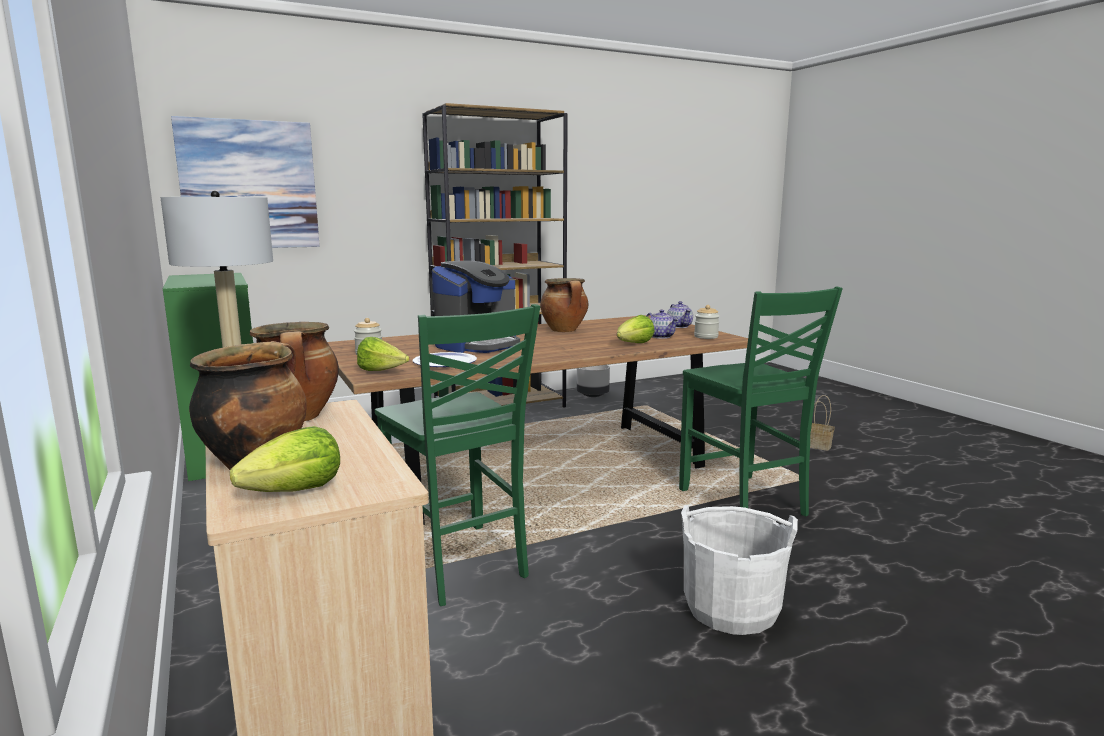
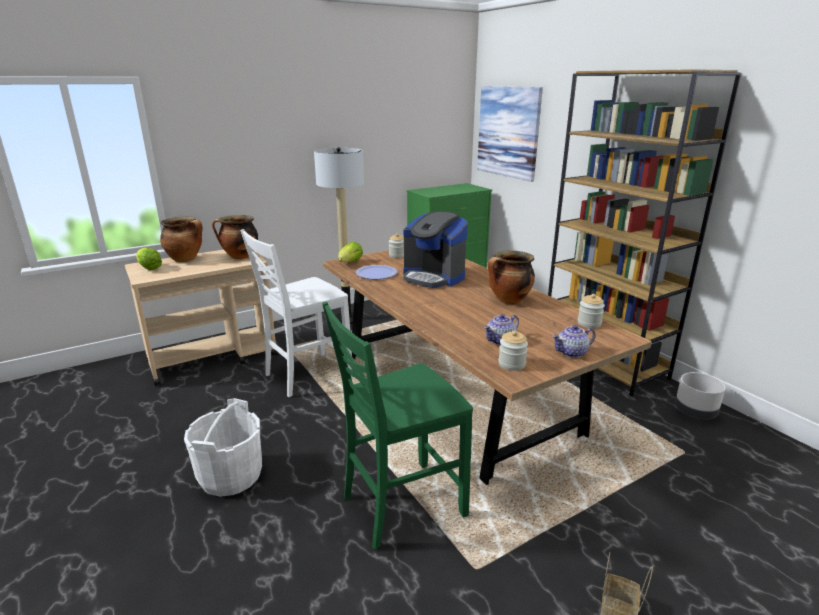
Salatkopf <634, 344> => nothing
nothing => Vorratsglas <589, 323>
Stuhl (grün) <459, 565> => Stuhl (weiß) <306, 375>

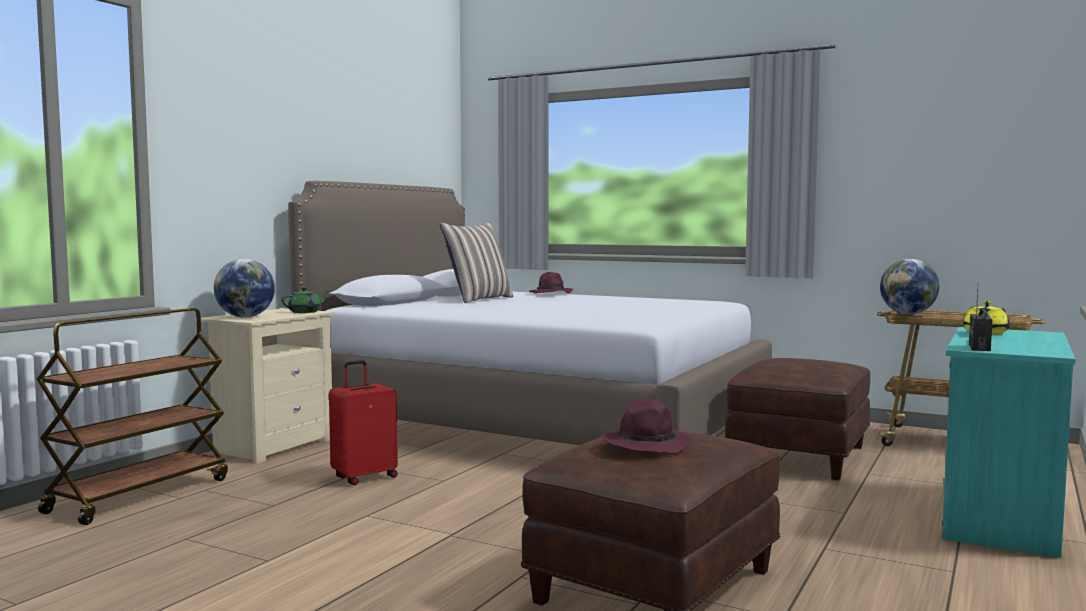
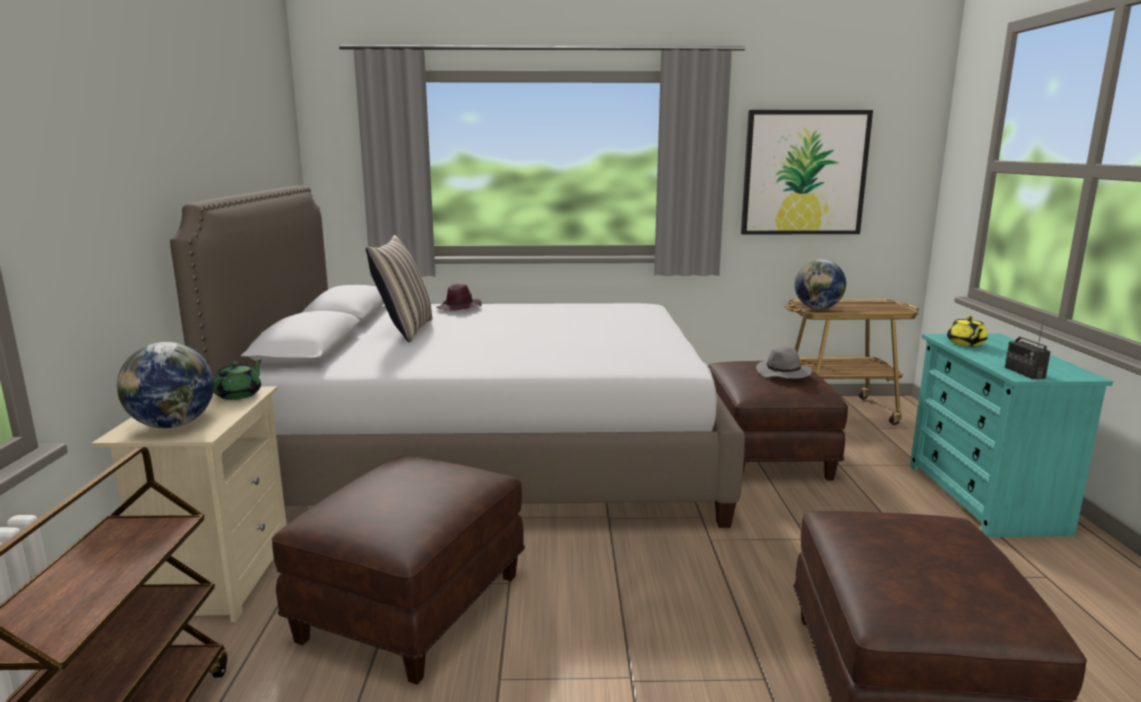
Hut (lila) <646, 444> => nothing
nothing => Bild <804, 173>
nothing => Hut (grau) <783, 373>
Koffer (rot) <364, 477> => Polsterhocker (braun) <412, 605>

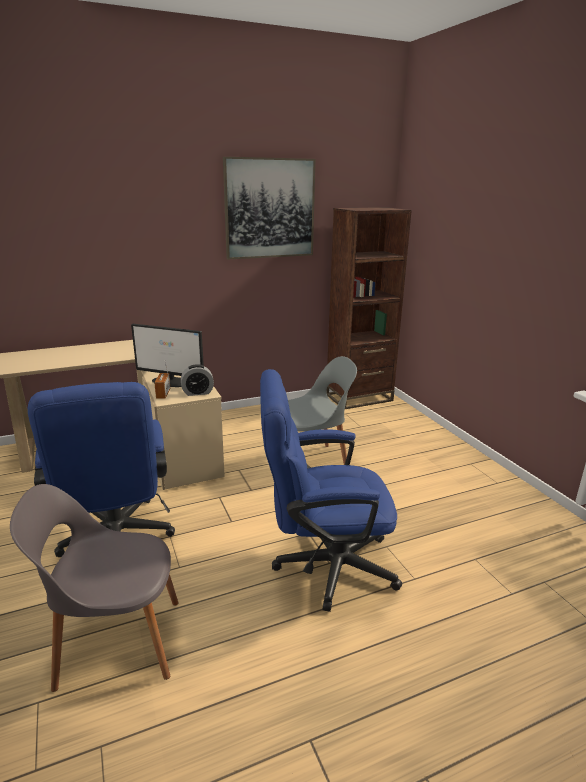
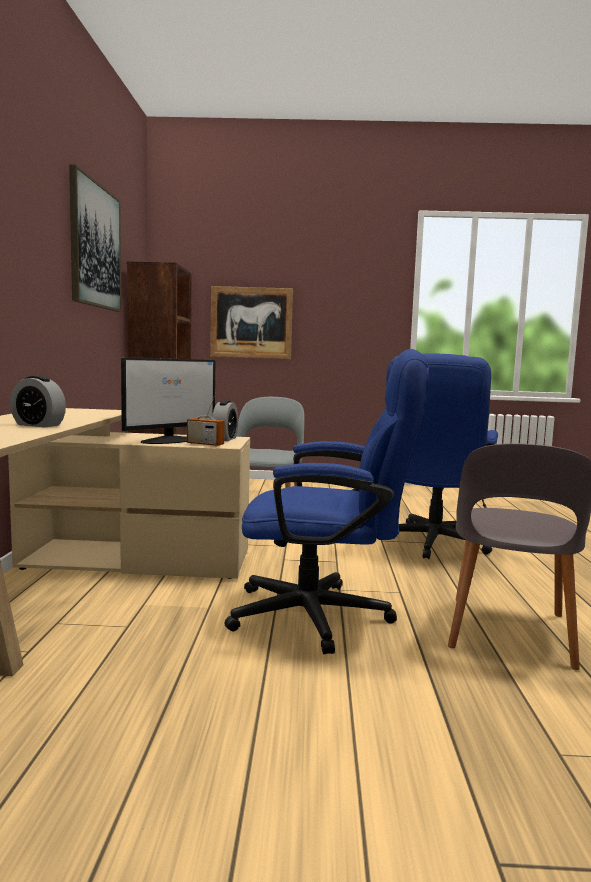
nothing => Wecker <38, 425>
nothing => Bild <251, 323>

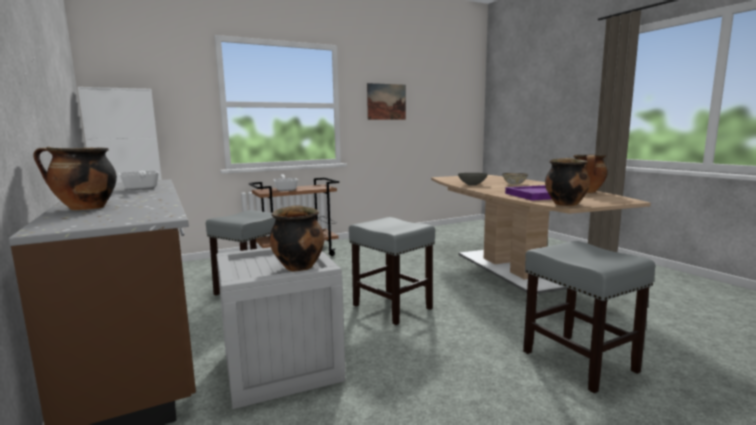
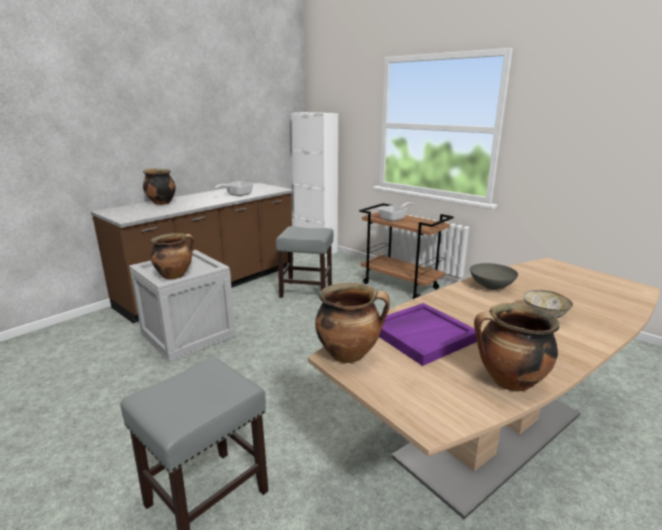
Hocker (grau) <391, 306> => nothing
Bild <386, 102> => nothing

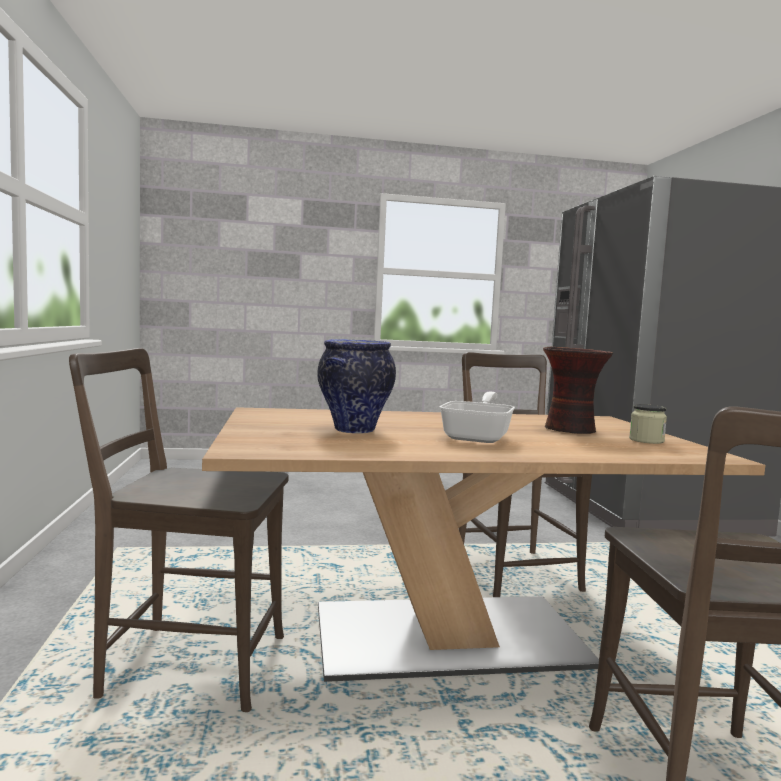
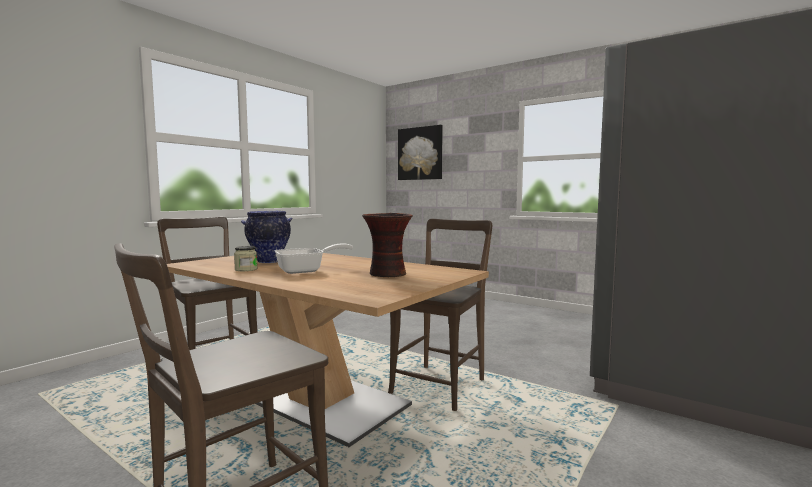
nothing => Bild <420, 153>
Vorratsglas <646, 440> => Vorratsglas <246, 269>, moved

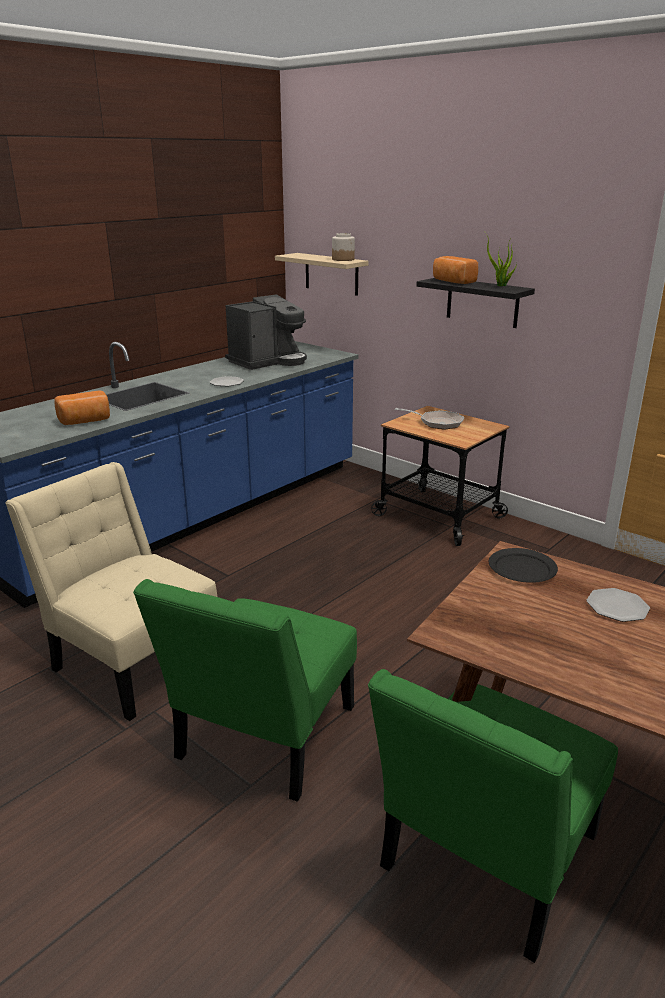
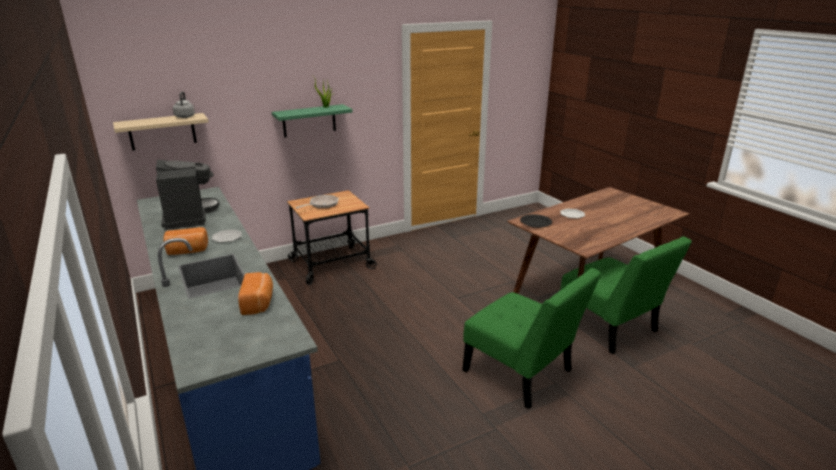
Stuhl (beige) <131, 660> => nothing
Brot <452, 281> => Brot <187, 251>, moved
Vorratsglas <343, 259> => Wasserkessel (grau) <185, 116>
Wandregal (schwarz) <482, 302> => Wandregal (grün) <309, 121>

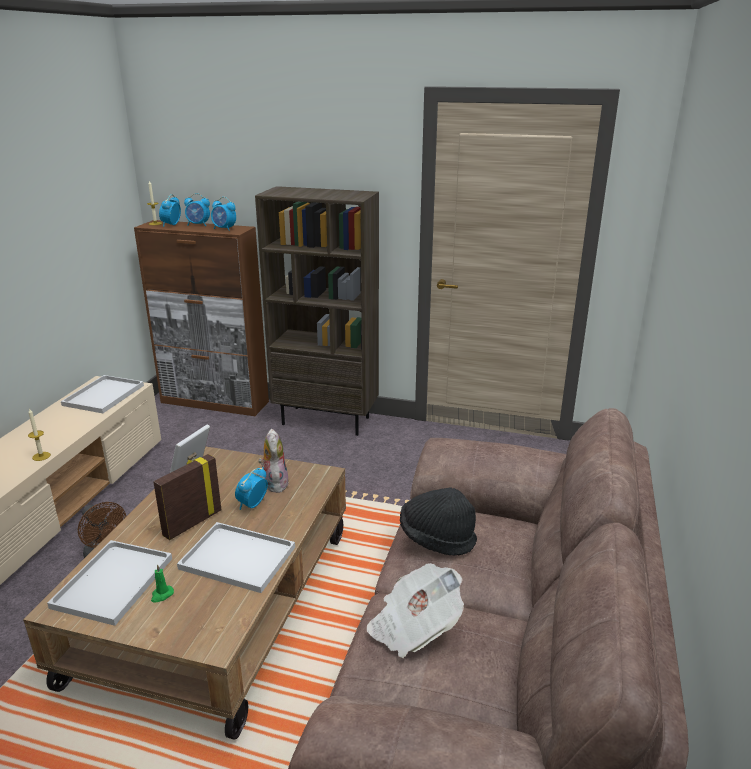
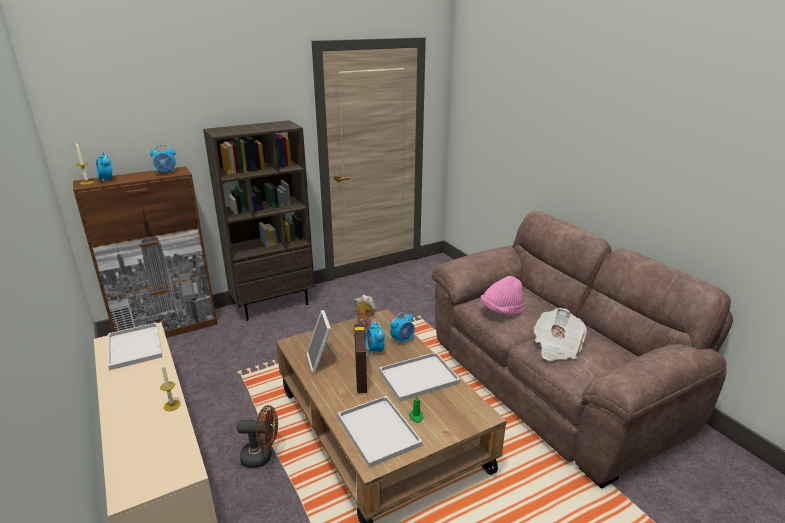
Wecker <198, 225> => Wecker <402, 340>, moved
Hut (schwarz) <436, 538> => Hut (rosa) <501, 310>

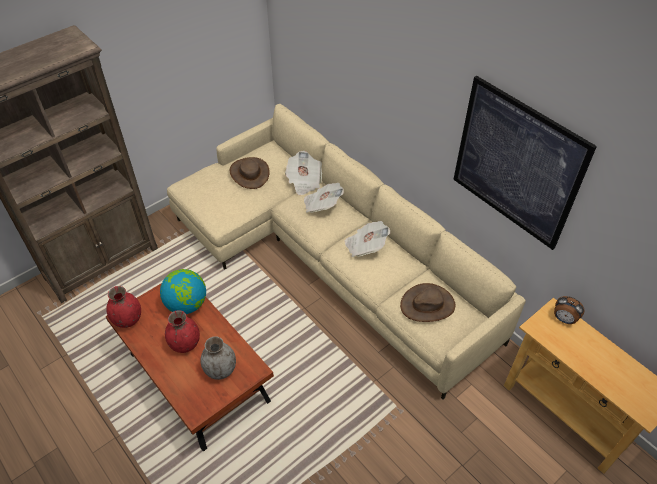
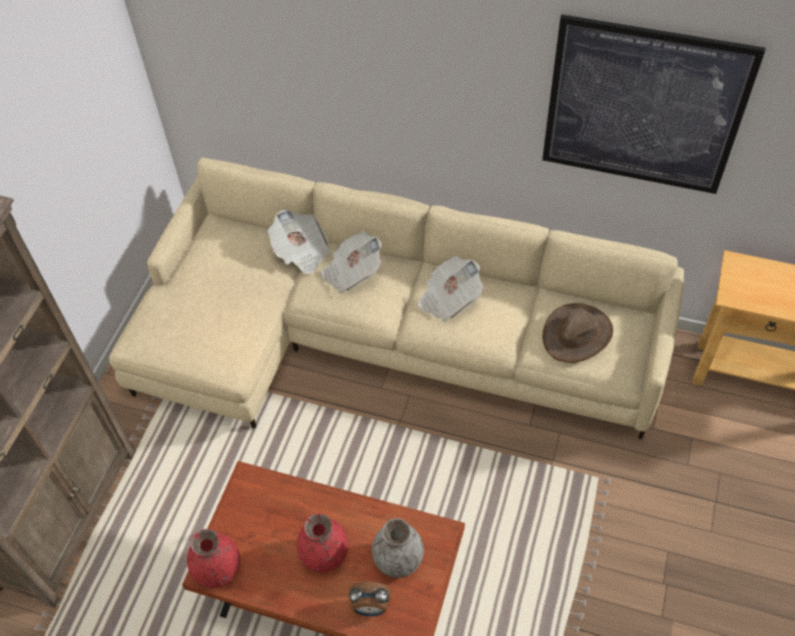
Globus <187, 304> => nothing
Hut (braun) <249, 173> => nothing
Wecker <563, 319> => Wecker <370, 607>, moved

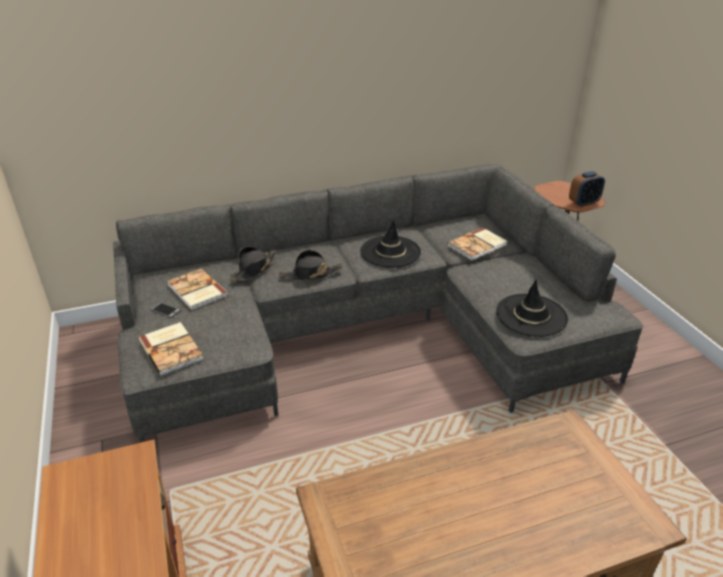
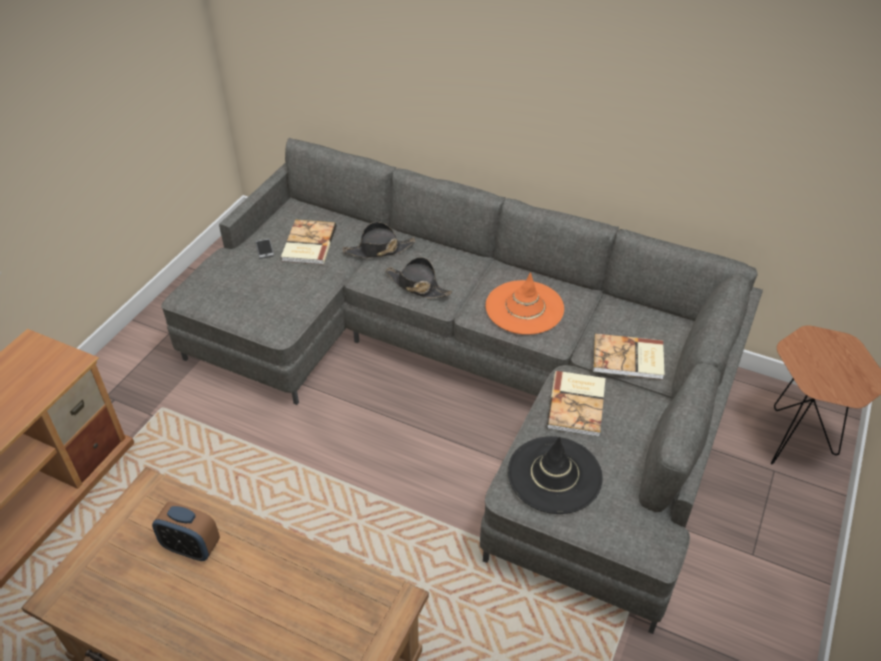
Buch <172, 349> => Buch <578, 405>, moved
Wecker <583, 203> => Wecker <191, 547>, moved
Hut (schwarz) <390, 252> => Hut (orange) <524, 307>

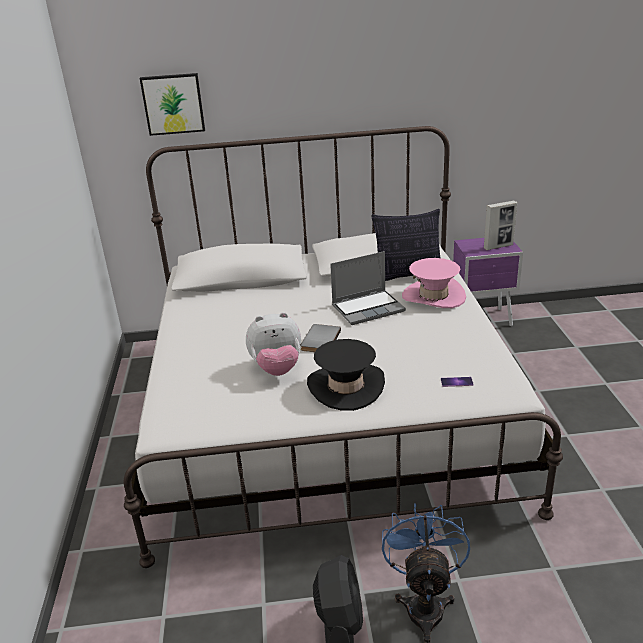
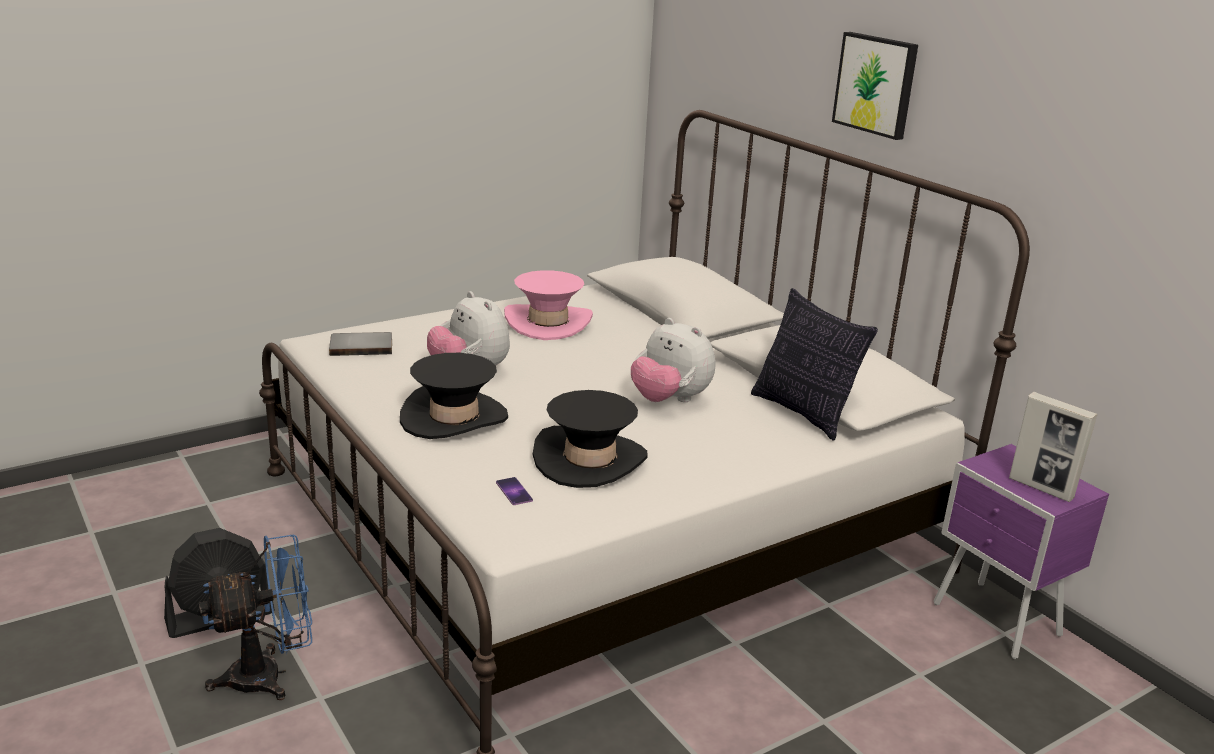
nothing => Hut (schwarz) <590, 460>
Bild <173, 104> => Bild <876, 84>, moved
Buch (grau) <319, 340> => Buch (grau) <361, 346>, moved
Hut (rosa) <433, 296> => Hut (rosa) <548, 323>, moved
Laptop <368, 308> => Plüschtier <669, 400>

